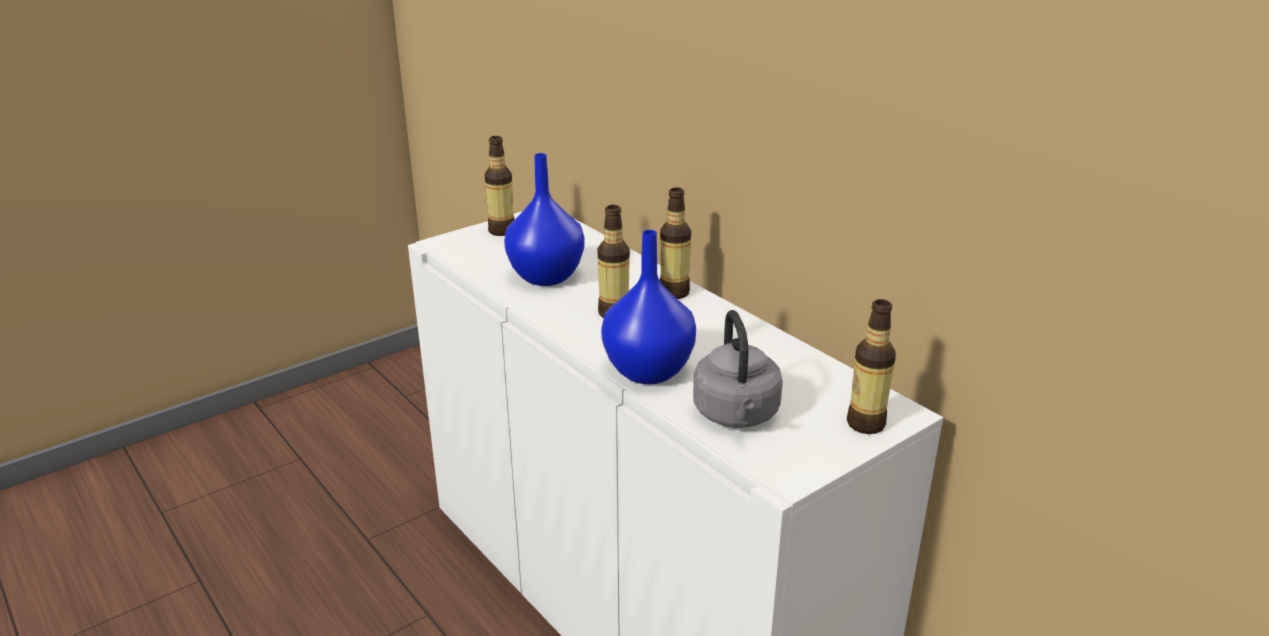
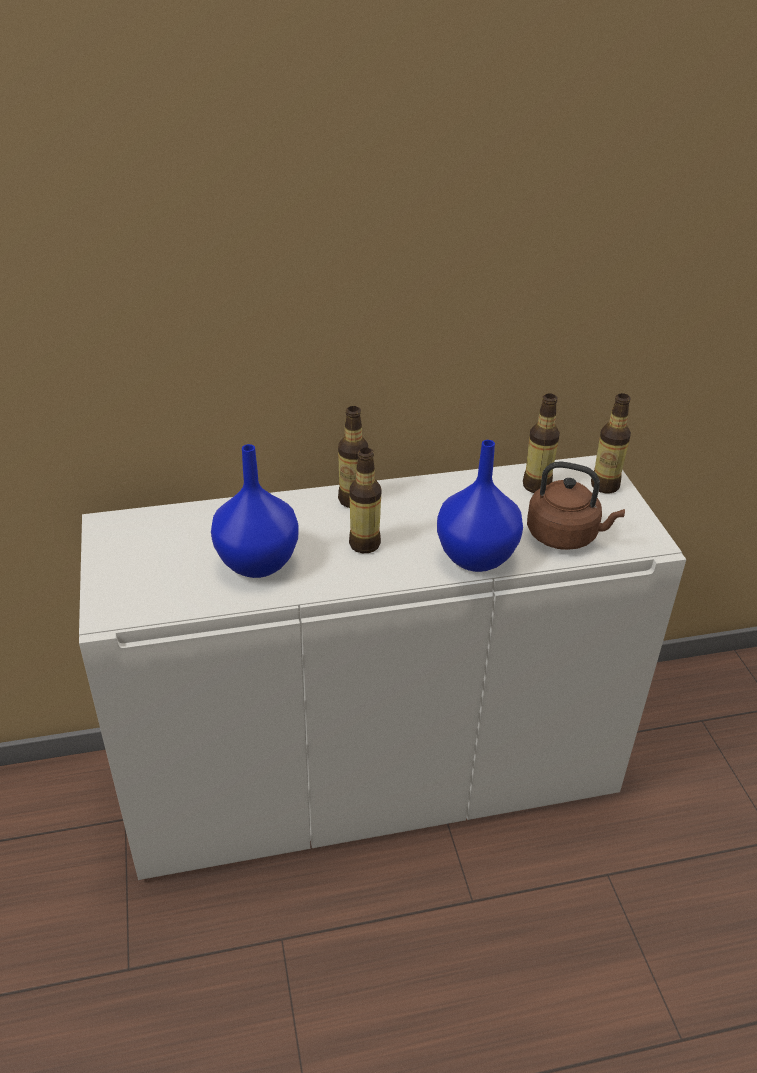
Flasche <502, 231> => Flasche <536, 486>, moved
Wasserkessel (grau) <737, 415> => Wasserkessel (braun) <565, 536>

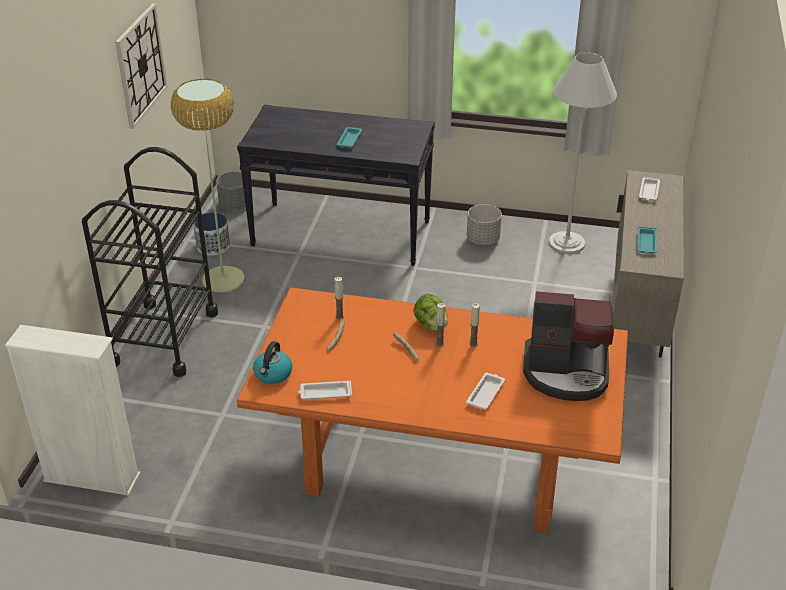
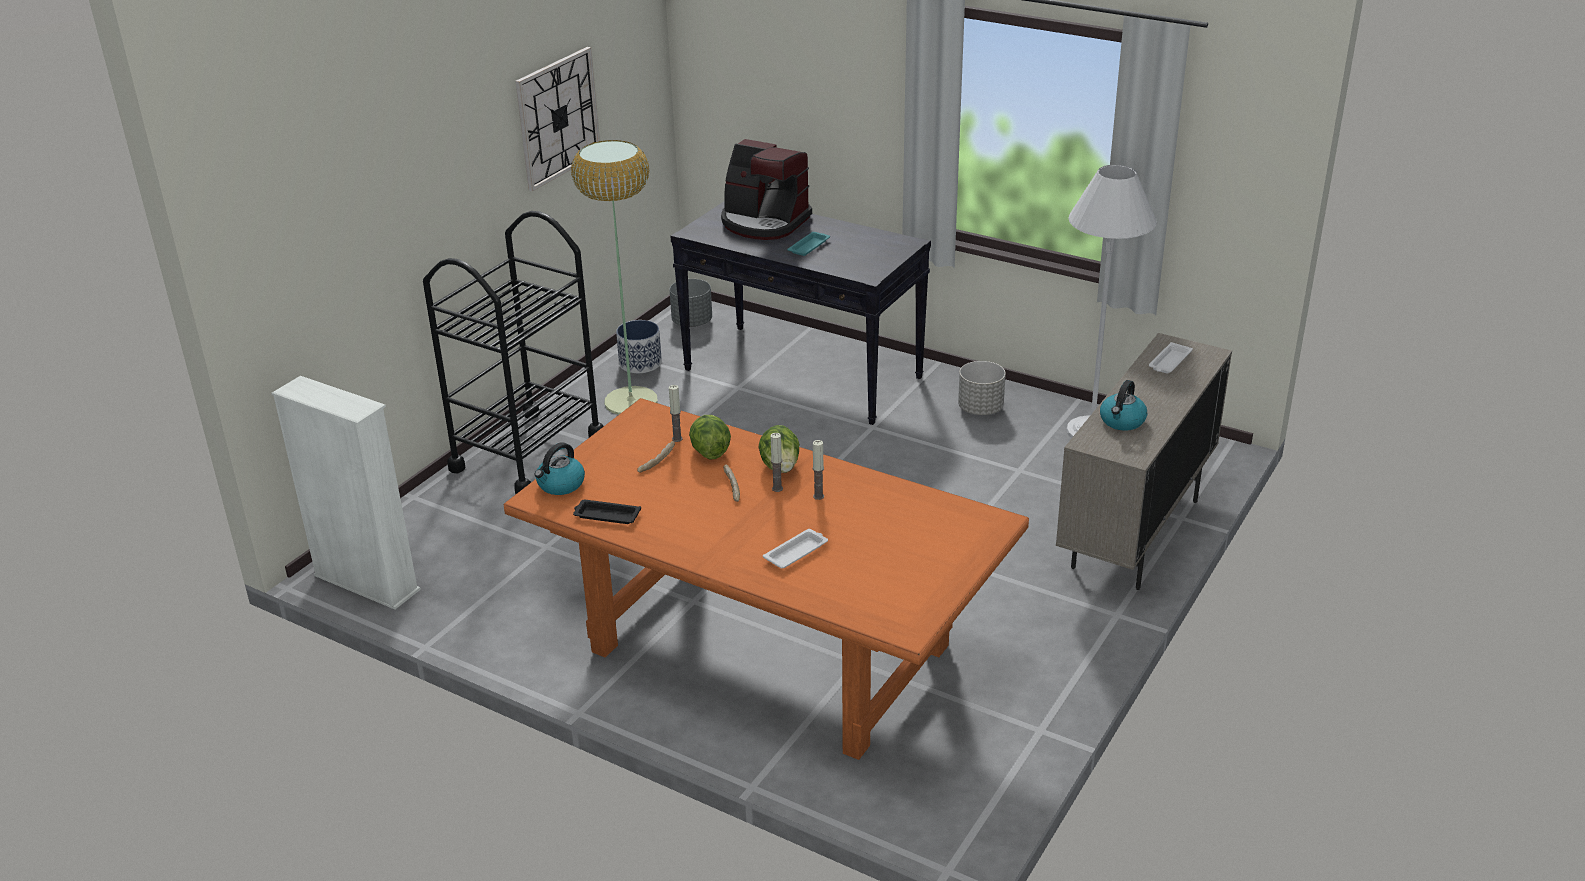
nothing => Salatkopf <709, 452>
Kaffeemaschine <566, 373> => Kaffeemaschine <764, 222>, moved
Tablett (türkis) <646, 243> => Wasserkessel <1122, 421>
Tablett (weiß) <325, 393> => Tablett (schwarz) <606, 515>

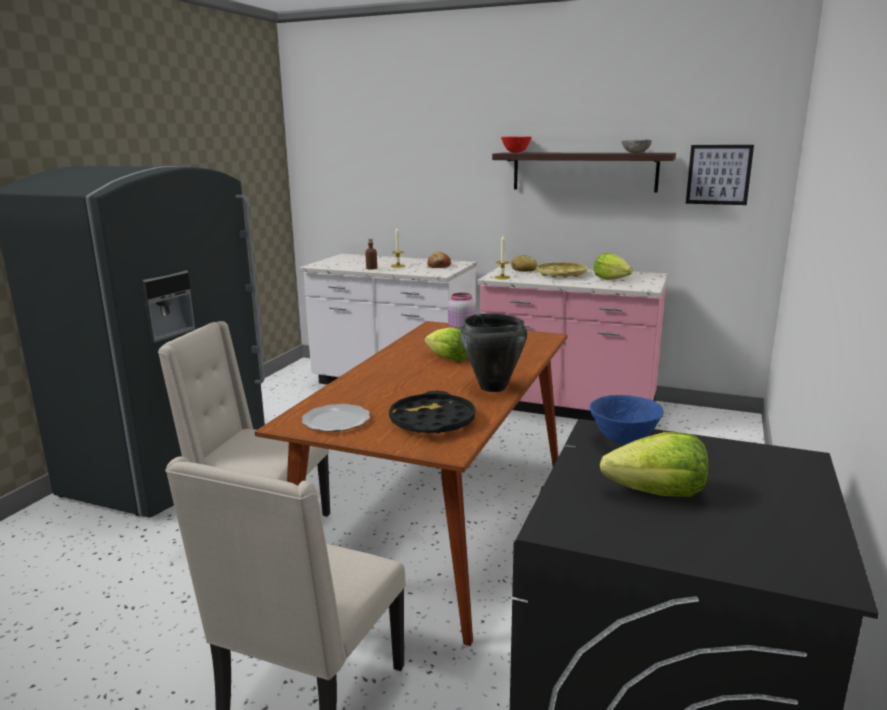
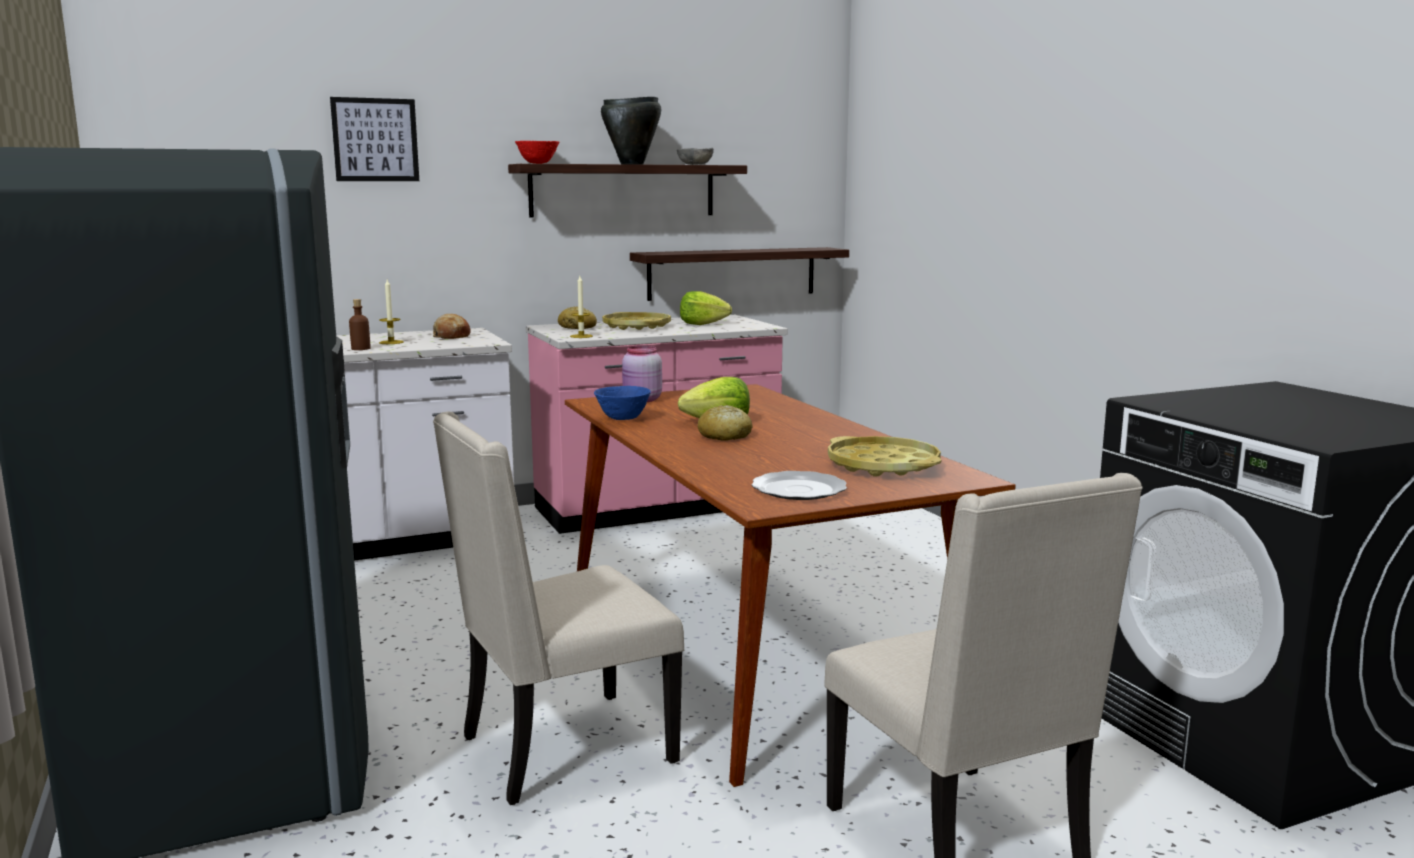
Salatkopf <657, 493> => nothing
nothing => Wandregal <732, 273>
nothing => Brot <724, 436>
Kochtopf (schwarz) <492, 387> => Kochtopf (schwarz) <632, 164>, moved
Schüssel (blau) <623, 440> => Schüssel (blau) <622, 419>, moved
Bild <718, 174> => Bild <375, 140>, moved
Tablett (schwarz) <432, 421> => Tablett (gelb) <883, 466>

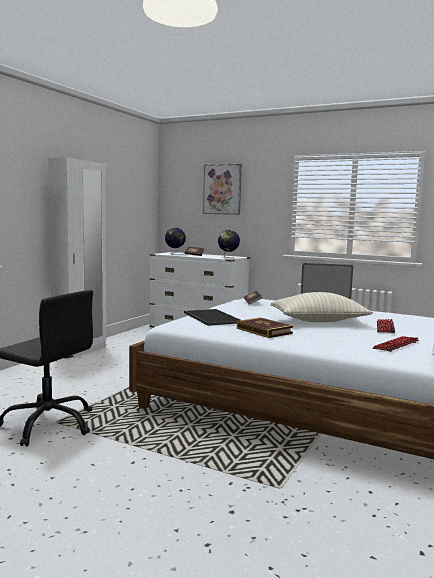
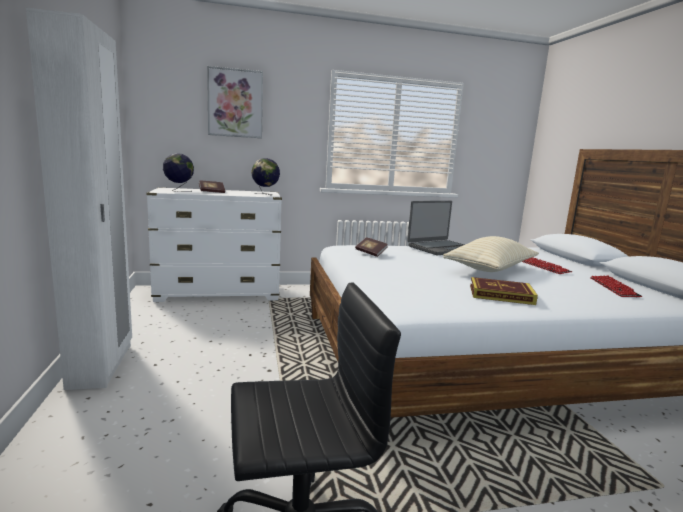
Tablett <211, 317> => nothing

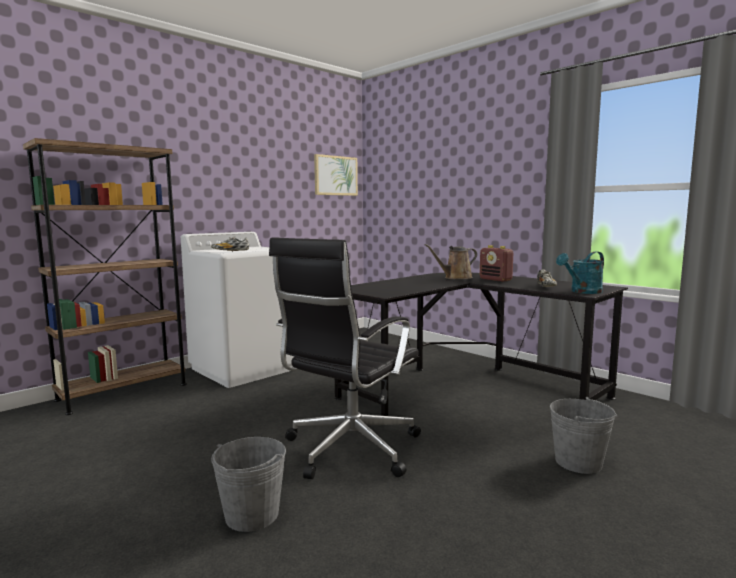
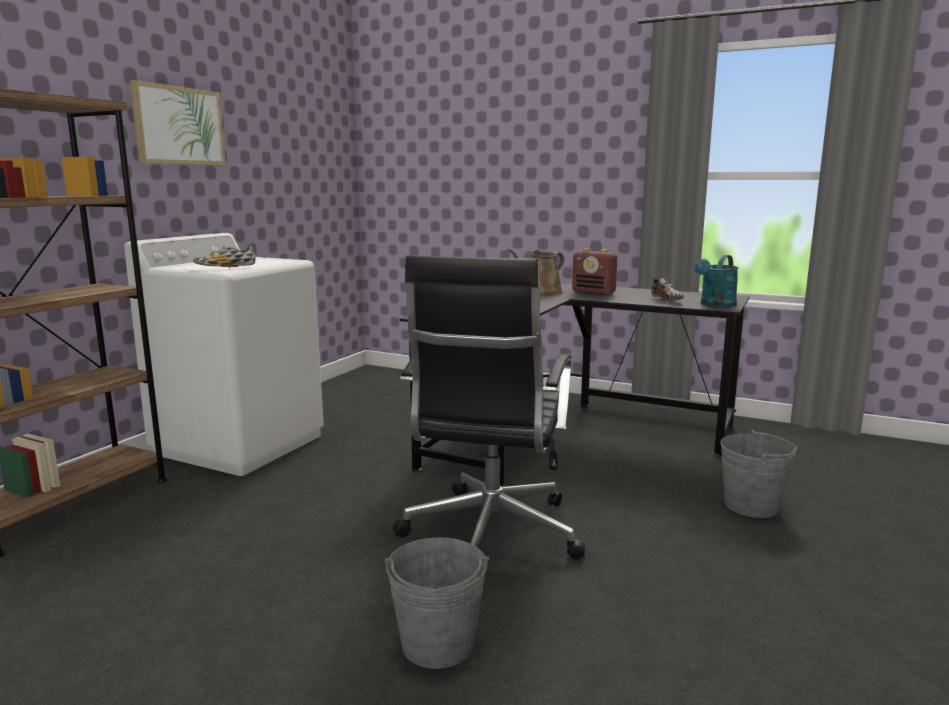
Bild <335, 175> => Bild <178, 126>, moved

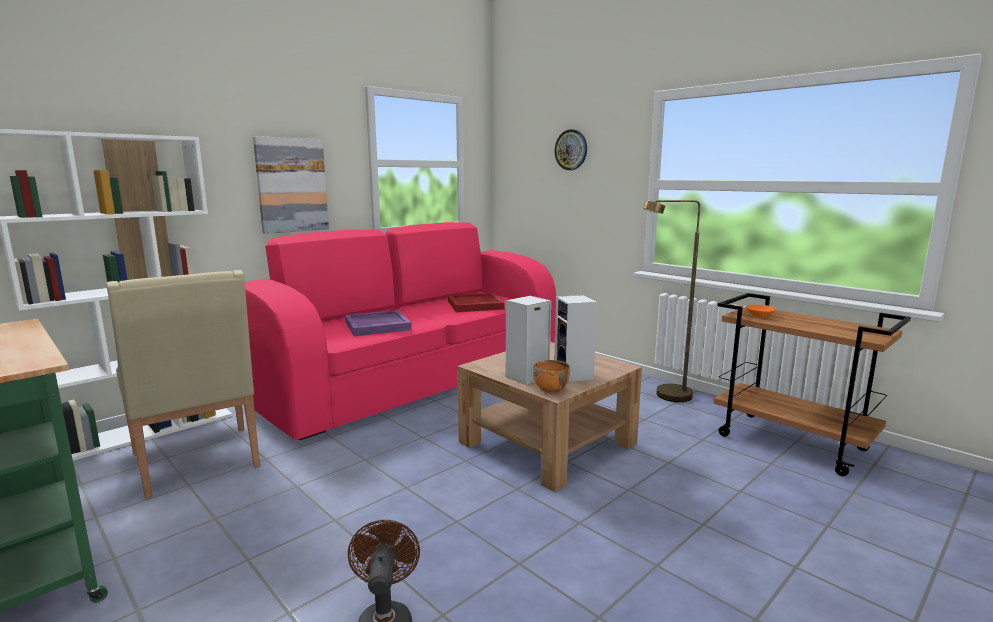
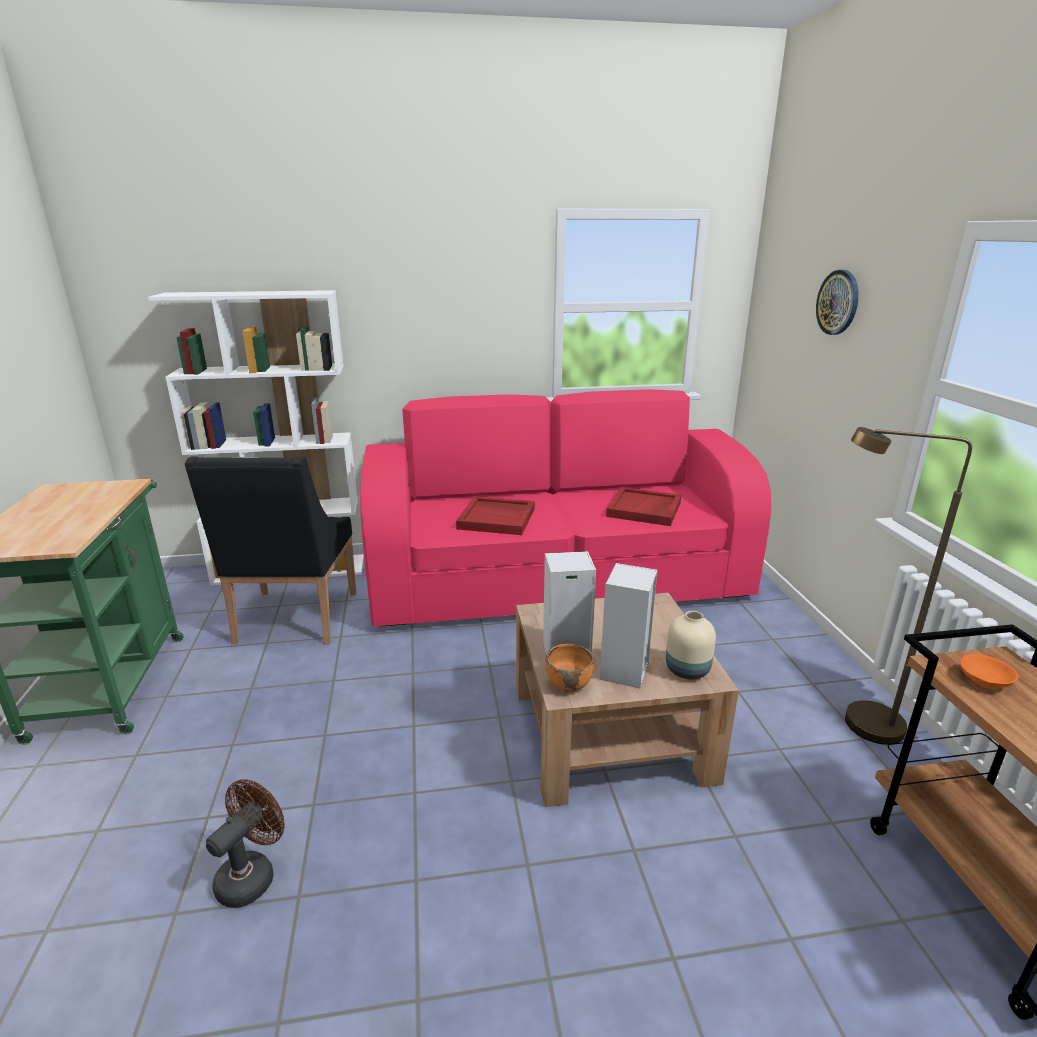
Bild <291, 185> => nothing
nothing => Vase (beige) <687, 671>
Sessel (beige) <198, 461> => Sessel (schwarz) <294, 619>
Tablett (lila) <378, 325> => Tablett (rot) <497, 518>

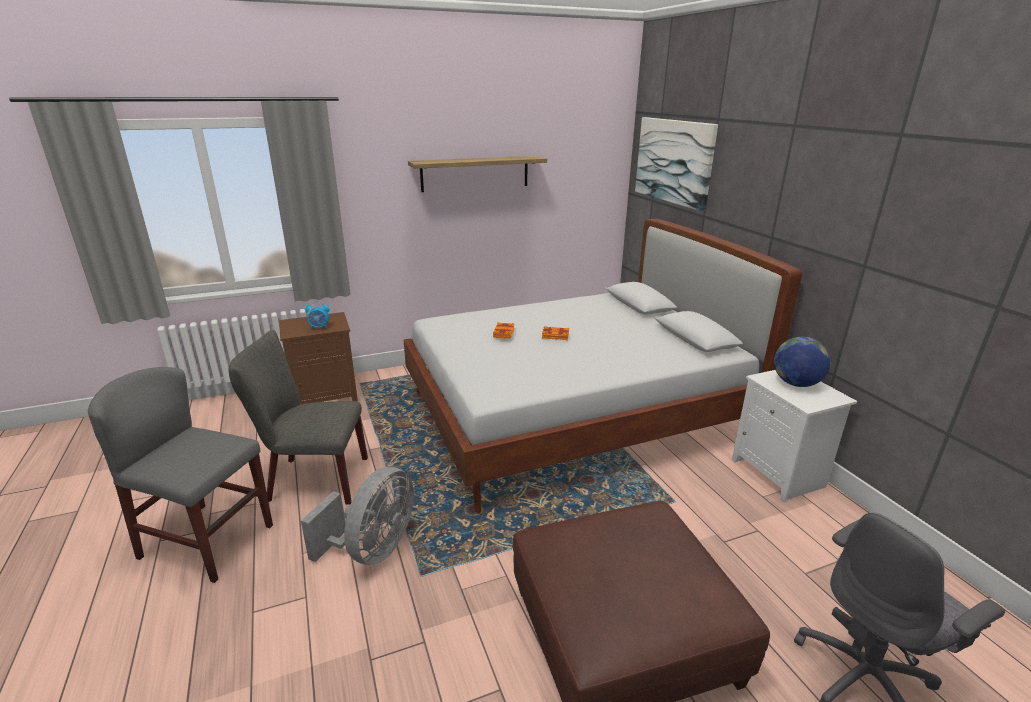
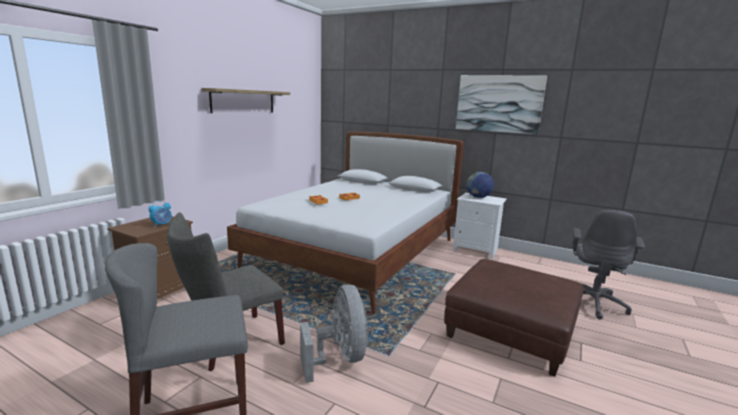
Bild <674, 161> => Bild <499, 104>, moved

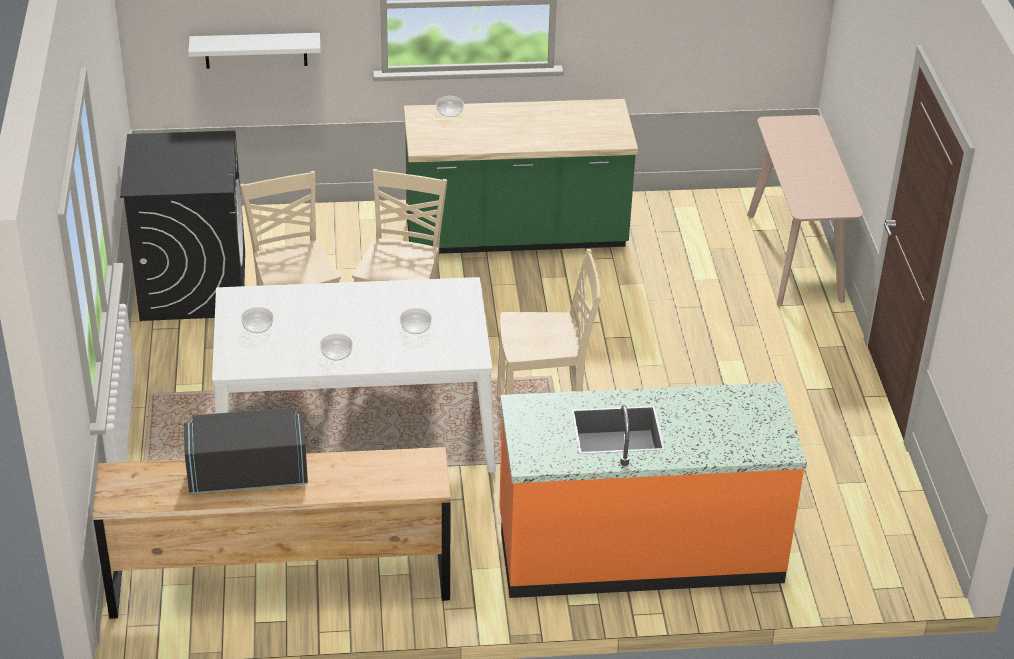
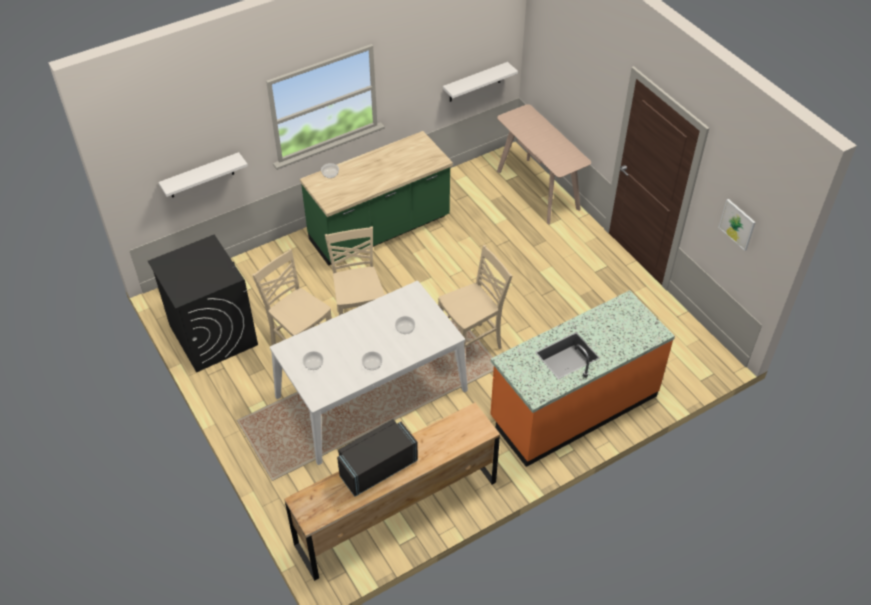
nothing => Wandregal (weiß) <475, 82>
nothing => Bild <737, 224>

